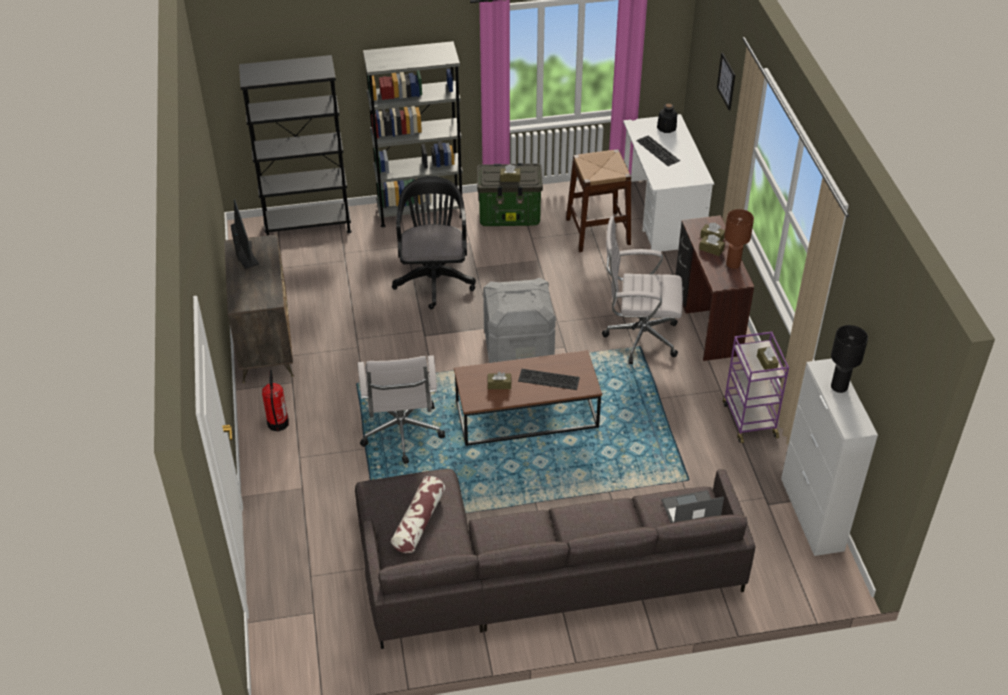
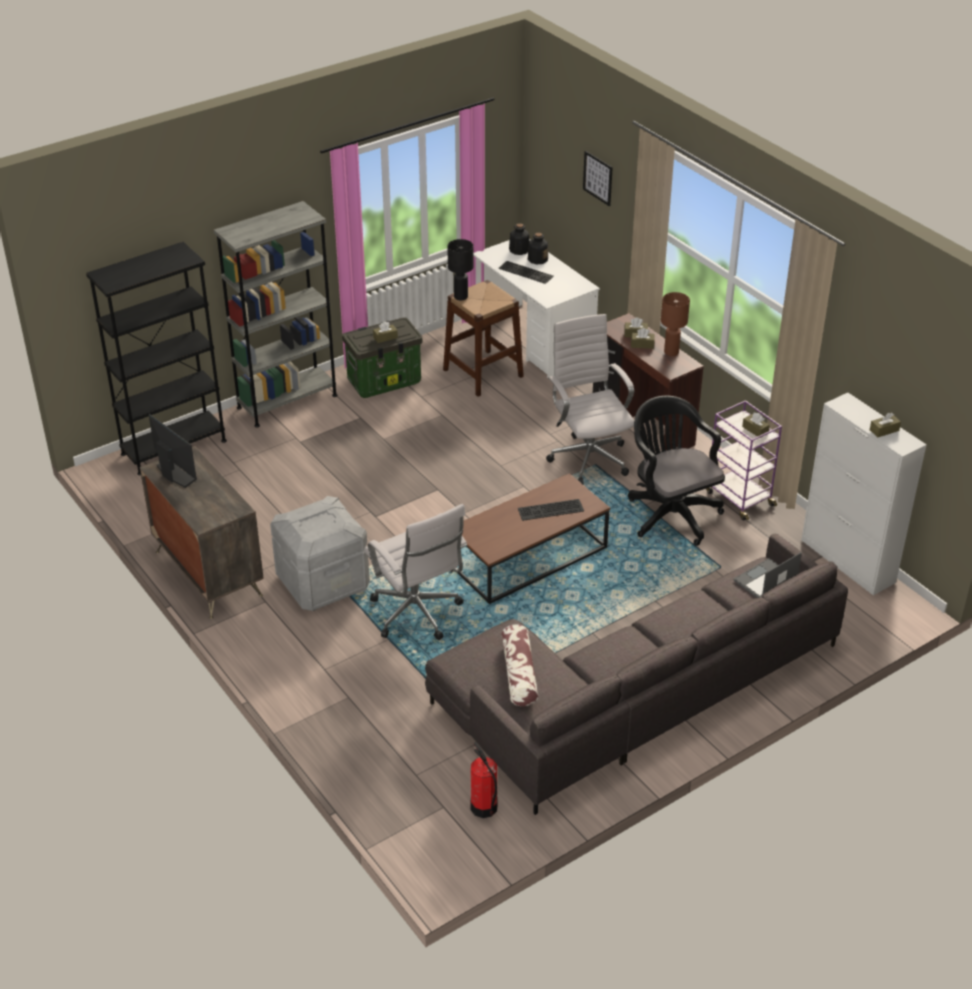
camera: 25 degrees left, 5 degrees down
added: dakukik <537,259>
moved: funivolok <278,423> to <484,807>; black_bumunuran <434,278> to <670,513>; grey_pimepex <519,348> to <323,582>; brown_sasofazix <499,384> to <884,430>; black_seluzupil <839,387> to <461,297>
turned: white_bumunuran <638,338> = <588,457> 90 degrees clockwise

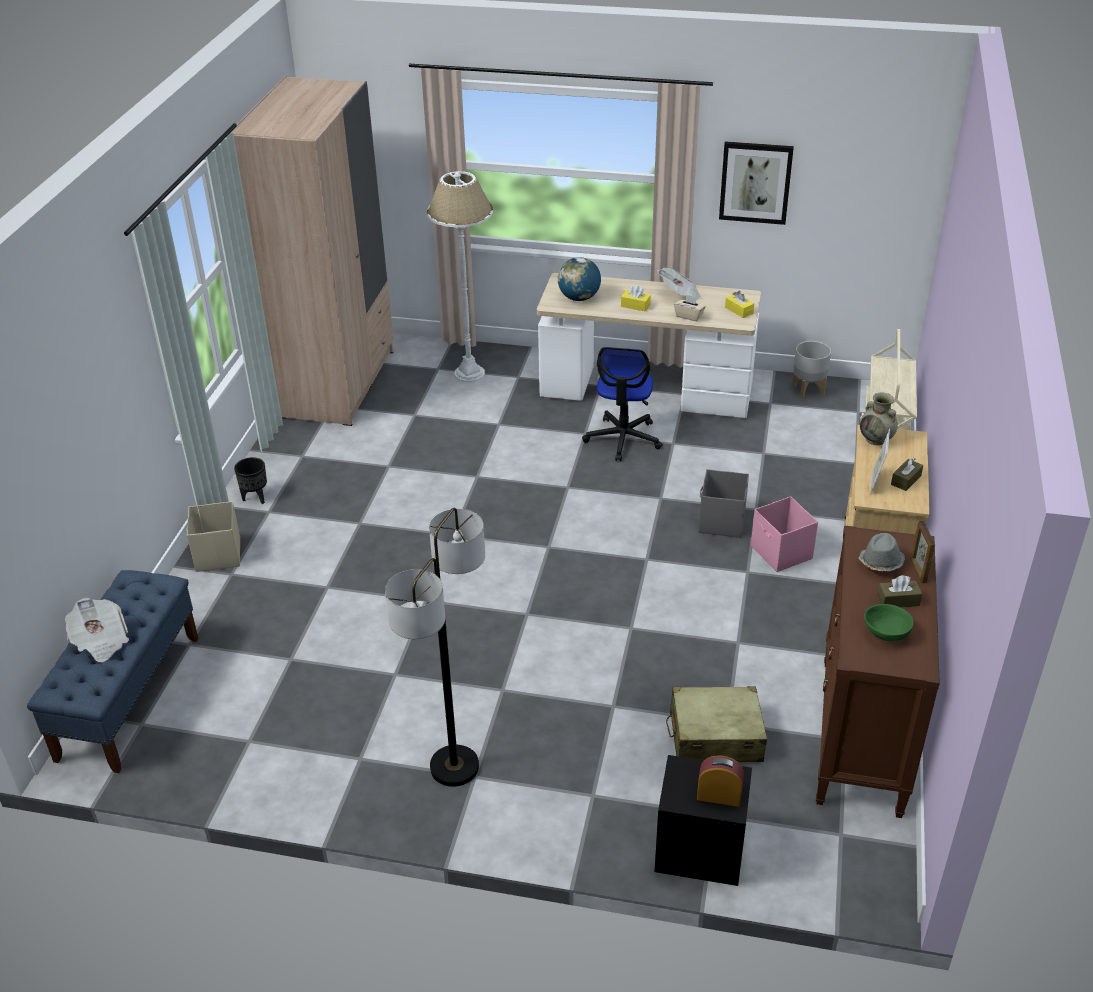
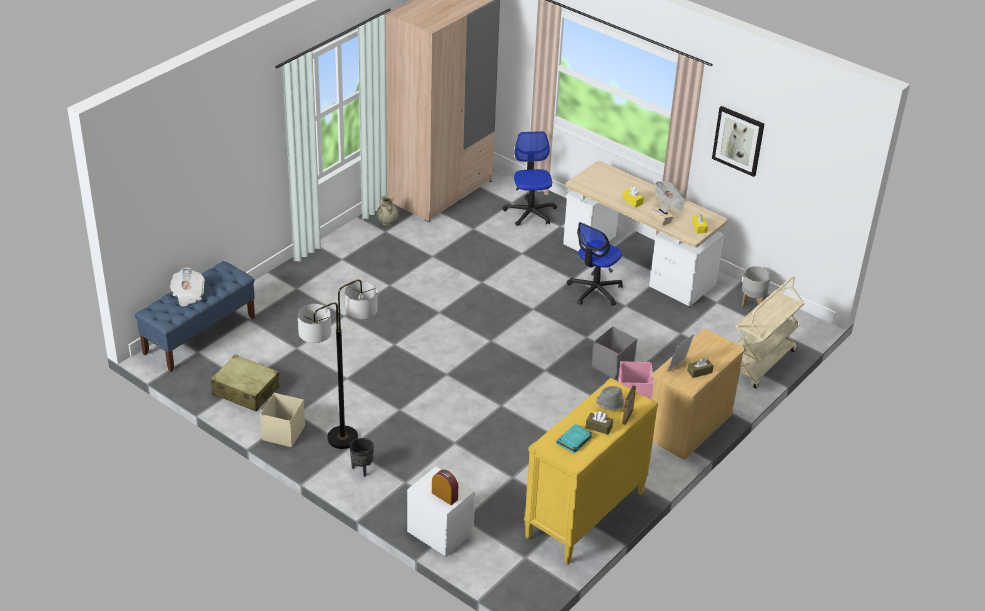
camera: 25 degrees right, 0 degrees up
removed: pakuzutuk <579,298>
moved: beige_pimepex <218,555> to <283,433>; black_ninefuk <255,498> to <362,469>; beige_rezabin <715,736> to <245,391>; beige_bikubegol <876,439> to <387,222>
replaced: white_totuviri <470,373> to bumunuran <530,213>; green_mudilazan <886,633> to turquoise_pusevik <574,441>
recoloured: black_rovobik <700,849> to white_rovobik <441,531>; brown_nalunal <861,736> to yellow_nalunal <585,516>

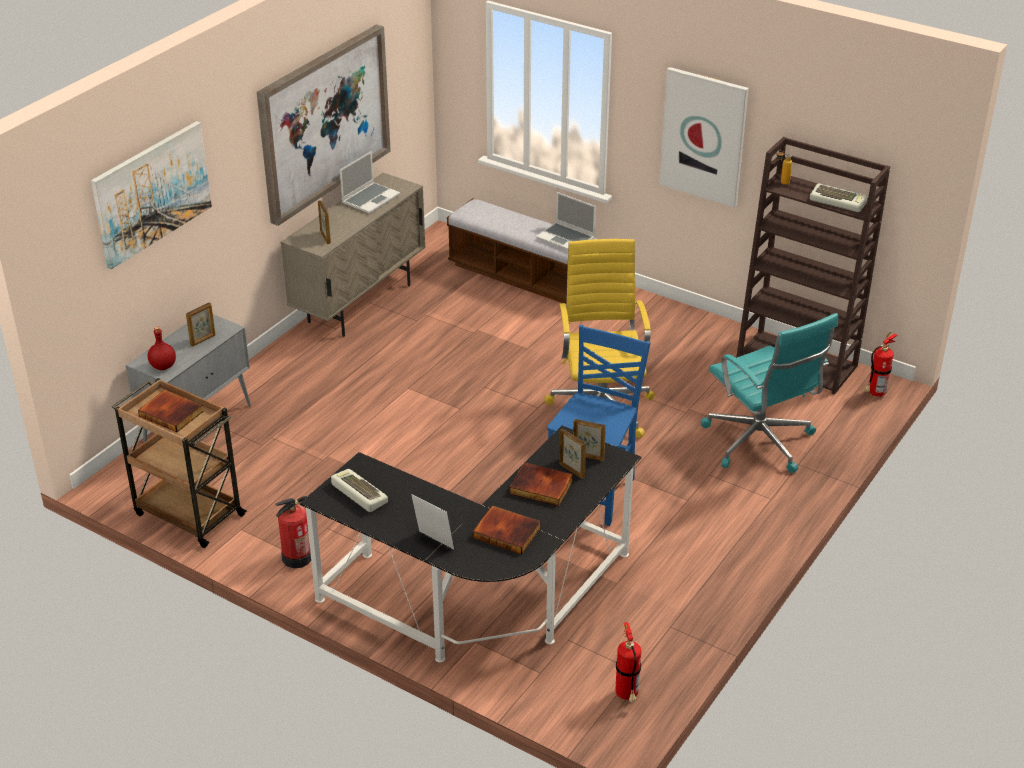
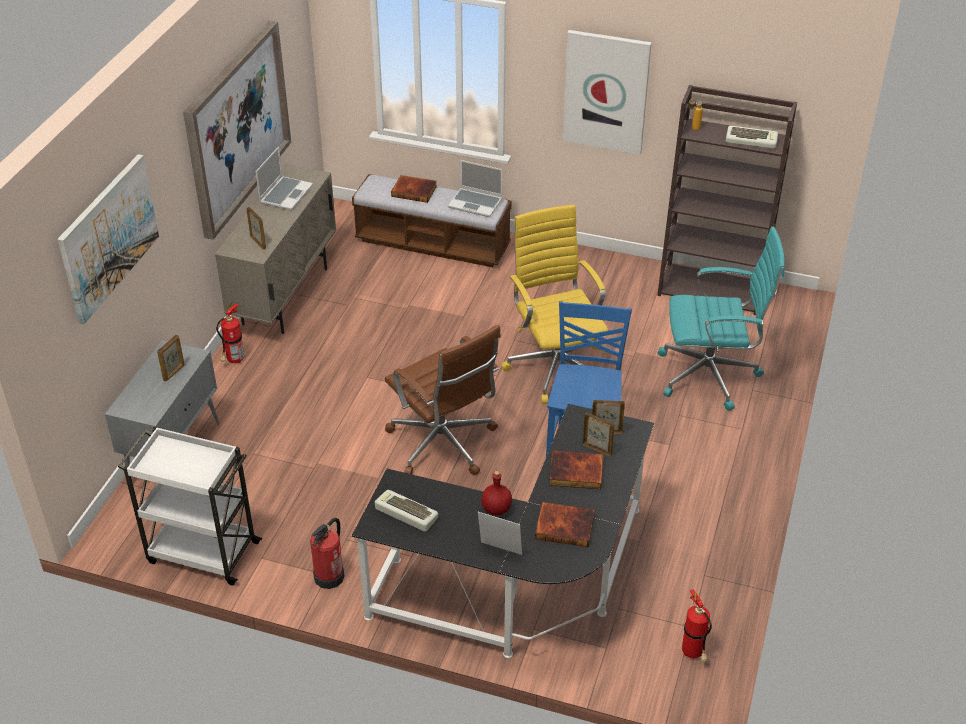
camera: 15 degrees left, 5 degrees up
added: brown_bumunuran <443,445>
moved: pusevik <172,413> to <414,190>; red_dakukik <162,366> to <496,509>; funivolok <875,394> to <234,361>
recoloured: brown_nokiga <187,514> to white_nokiga <201,552>
turned: turquoise_bumunuran <760,443> = <711,375> 45 degrees counterclockwise

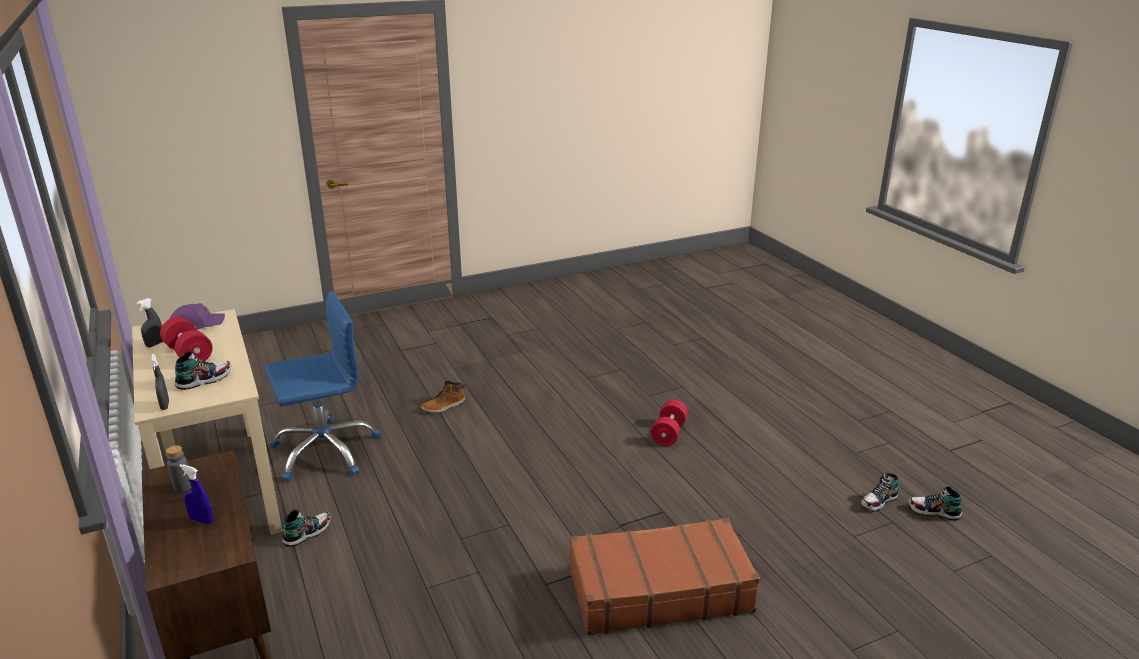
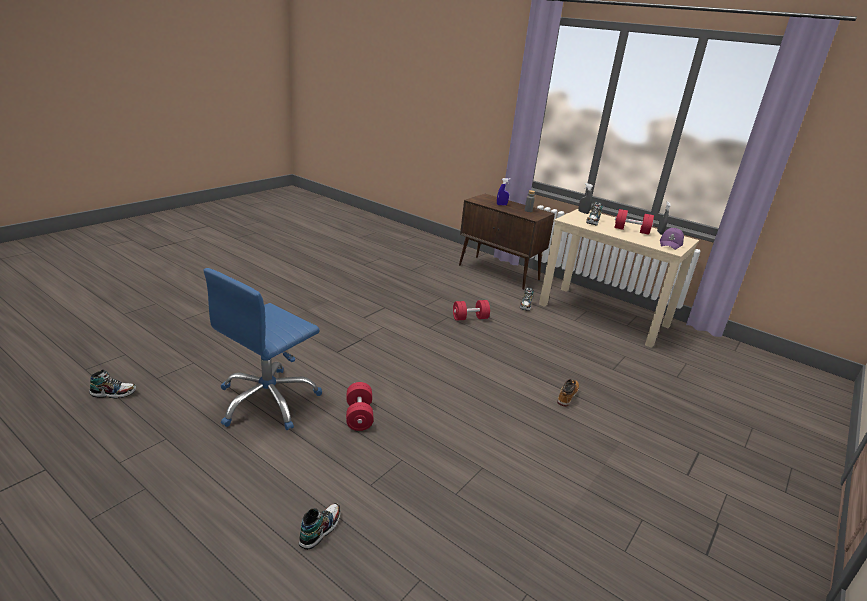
camera: 150 degrees right, 0 degrees up
removed: brown_rezabin <659,590>
added: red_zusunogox <470,318>
moved: blue_bumunuran <325,450> to <268,401>; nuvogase <878,502> to <320,530>

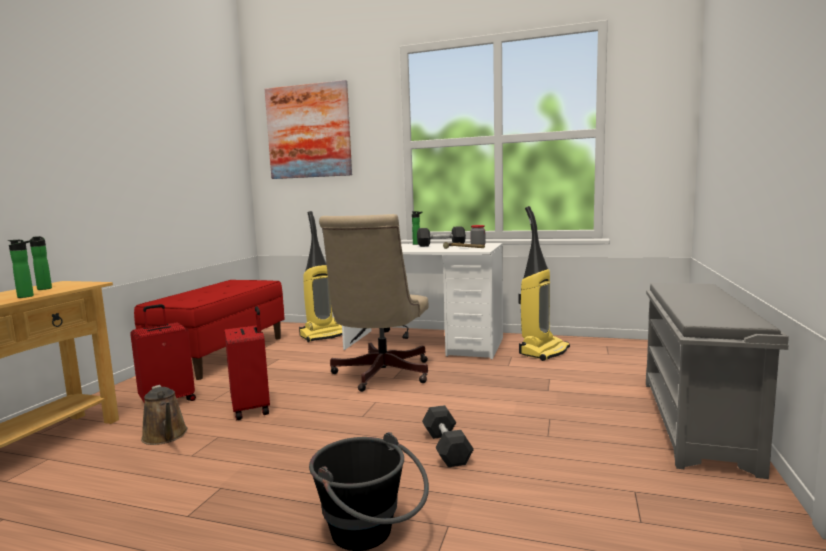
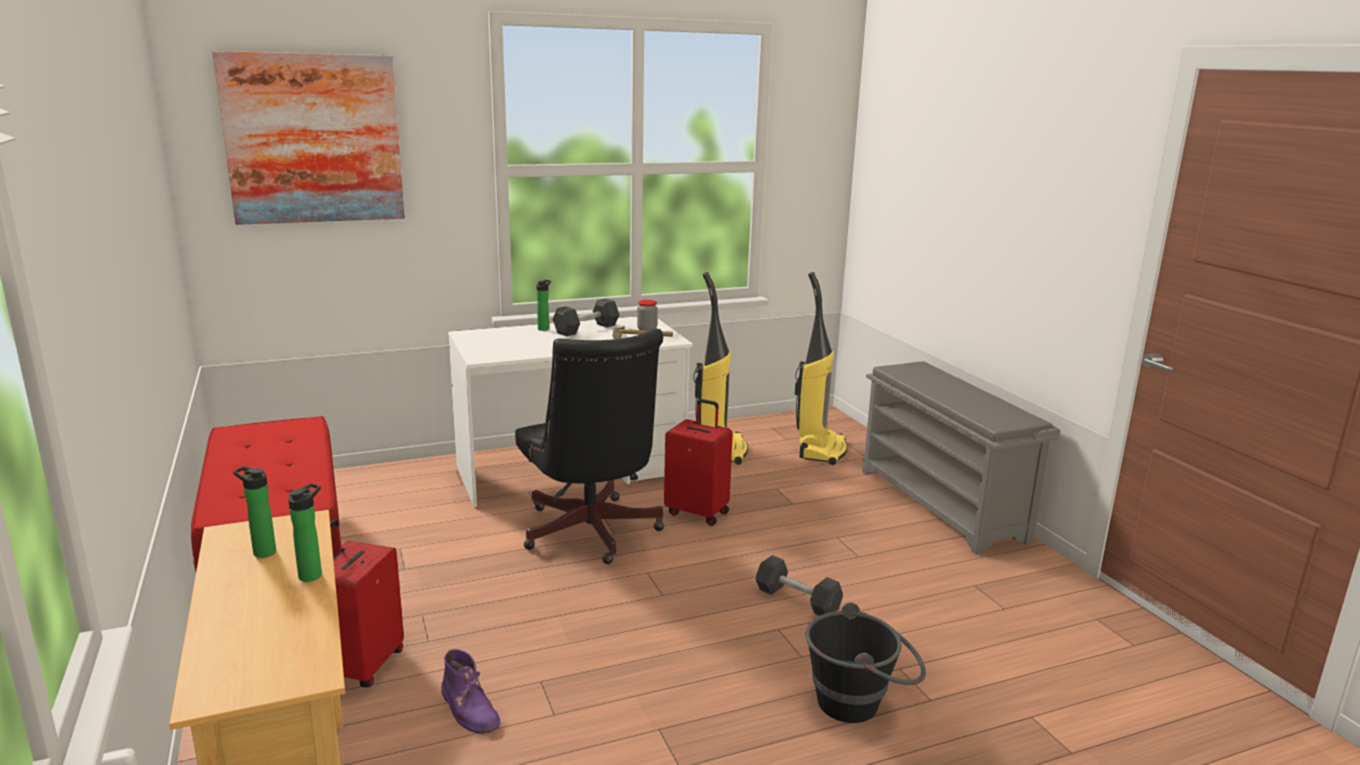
camera: 40 degrees left, 10 degrees up
moved: red_rezabin <252,408> to <698,512>; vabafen <324,335> to <820,450>
replaced: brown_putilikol <166,436> to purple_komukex <469,709>
recoloured: beige_bumunuran <379,375> to black_bumunuran <591,535>

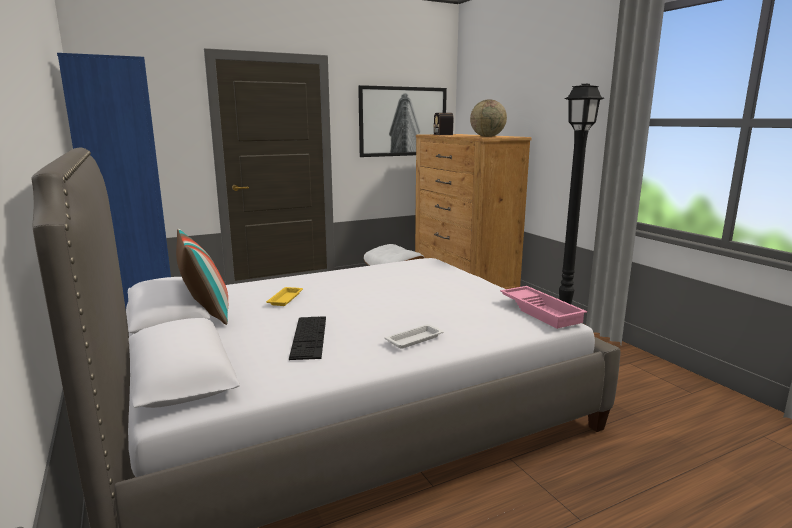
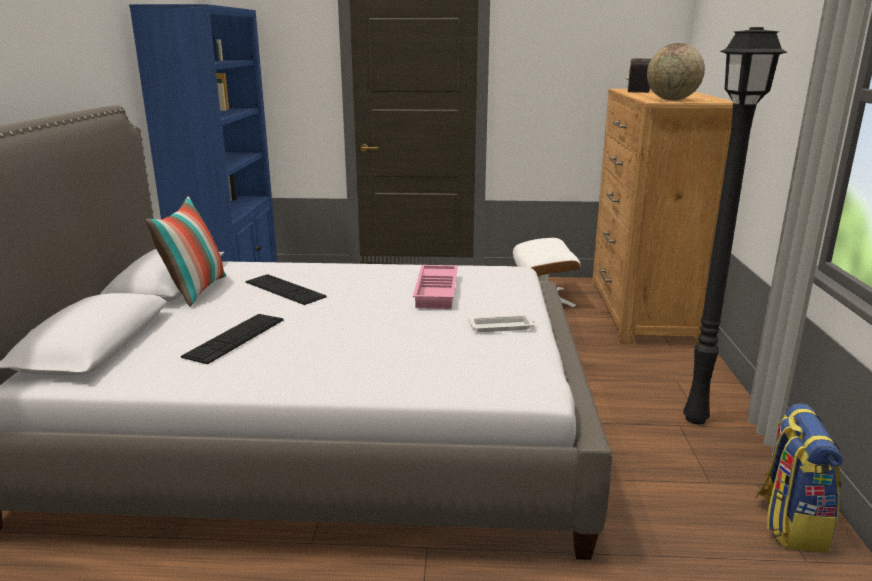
camera: 30 degrees right, 5 degrees up
removed: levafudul <403,121>
added: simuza <789,523>
moved: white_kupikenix <415,339> to <502,327>; pink_kupikenix <541,311> to <437,292>
replaced: yellow_kupikenix <286,299> to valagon <284,289>

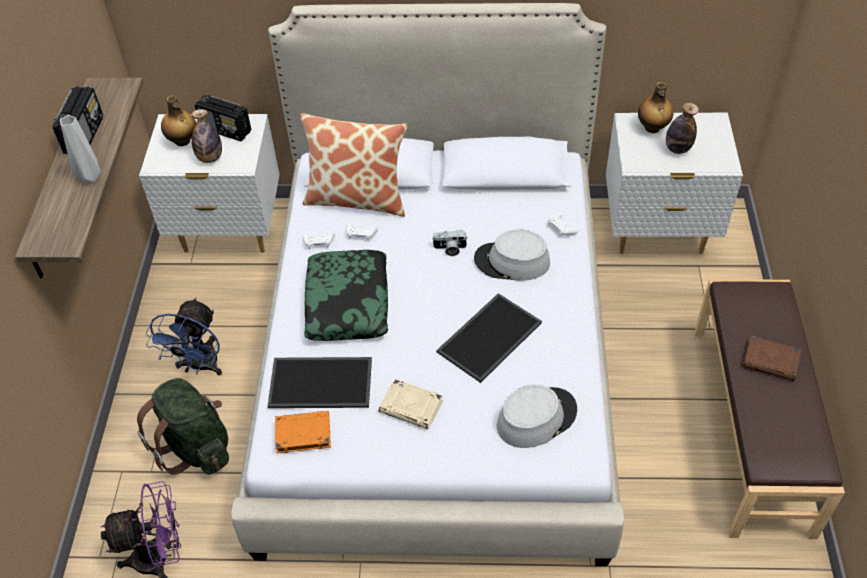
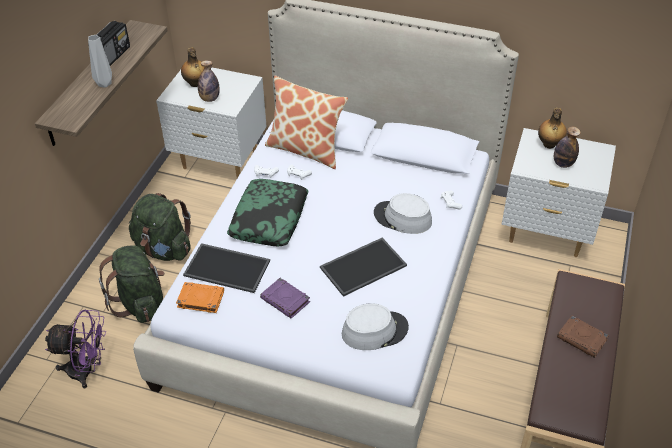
camera: 15 degrees right, 5 degrees down
removed: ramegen <226,130>; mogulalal <449,249>
replaced: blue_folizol <200,367> to green_simuza <164,249>
recoloured: beige_pusevik <412,407> to purple_pusevik <286,300>

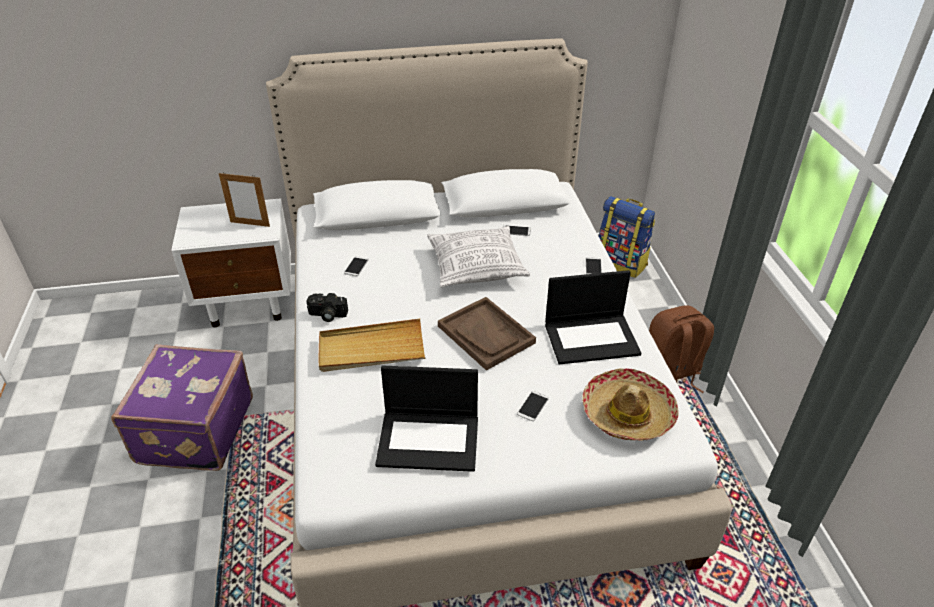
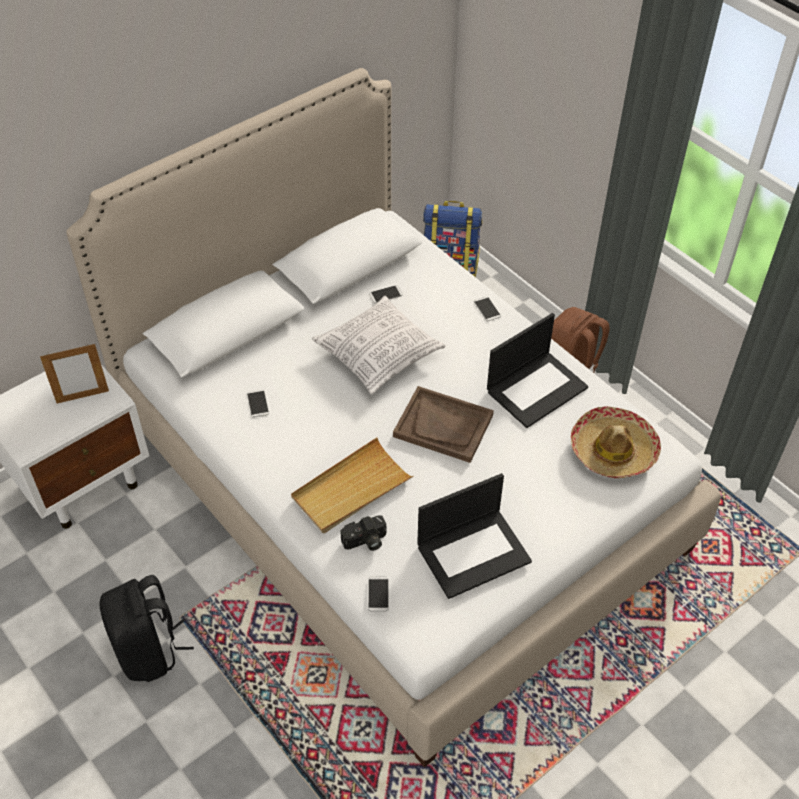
camera: 30 degrees left, 10 degrees up
moved: mogulalal <327,315> to <365,542>; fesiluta <533,406> to <378,594>
replaced: purple_rezabin <193,431> to black_simuza <149,651>

